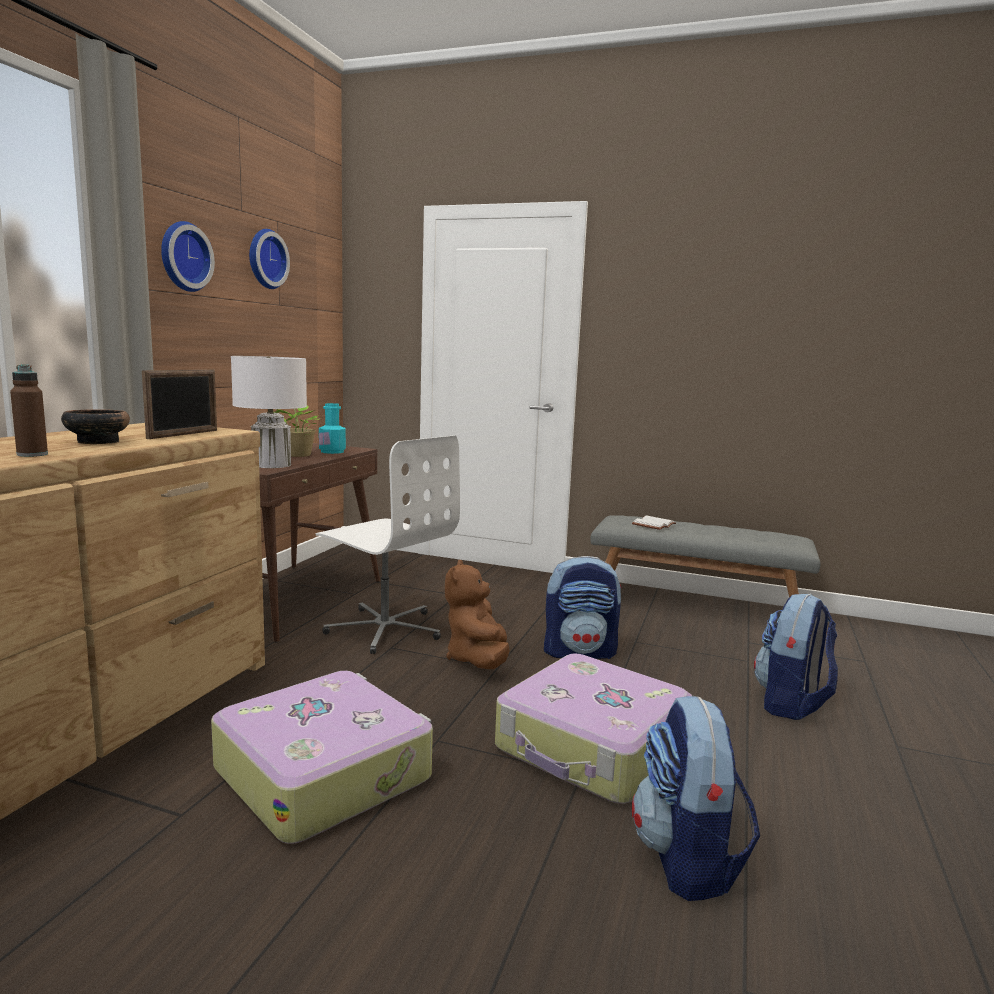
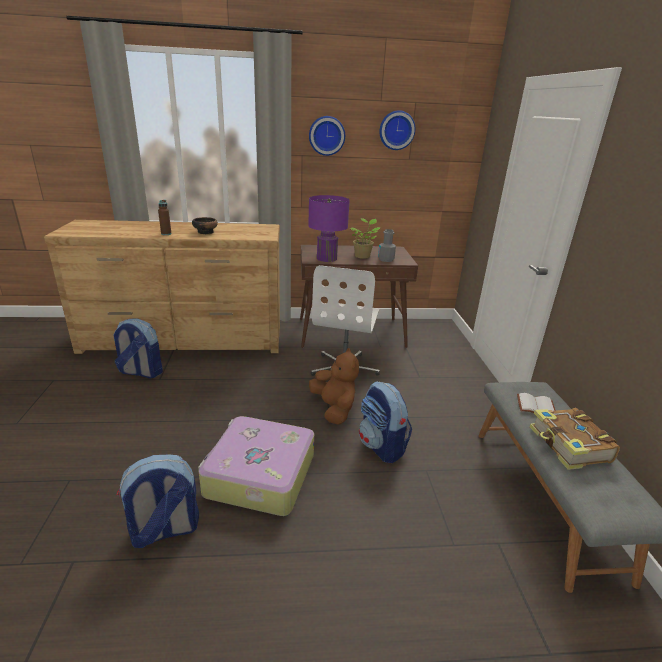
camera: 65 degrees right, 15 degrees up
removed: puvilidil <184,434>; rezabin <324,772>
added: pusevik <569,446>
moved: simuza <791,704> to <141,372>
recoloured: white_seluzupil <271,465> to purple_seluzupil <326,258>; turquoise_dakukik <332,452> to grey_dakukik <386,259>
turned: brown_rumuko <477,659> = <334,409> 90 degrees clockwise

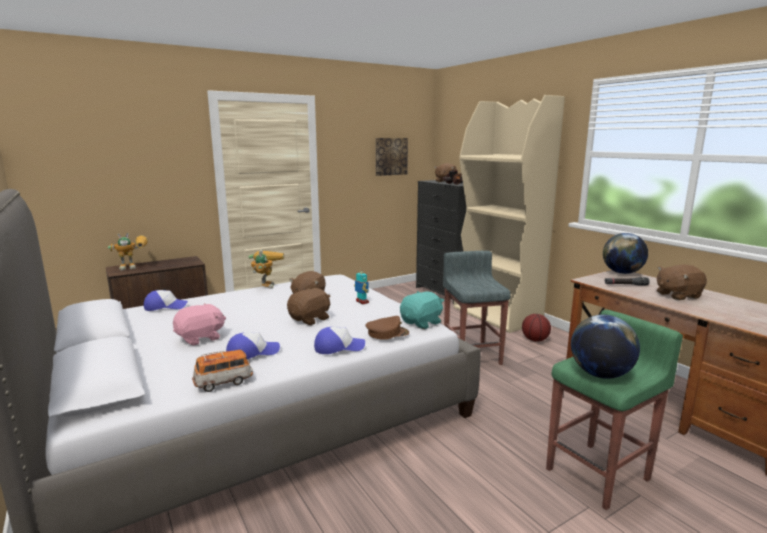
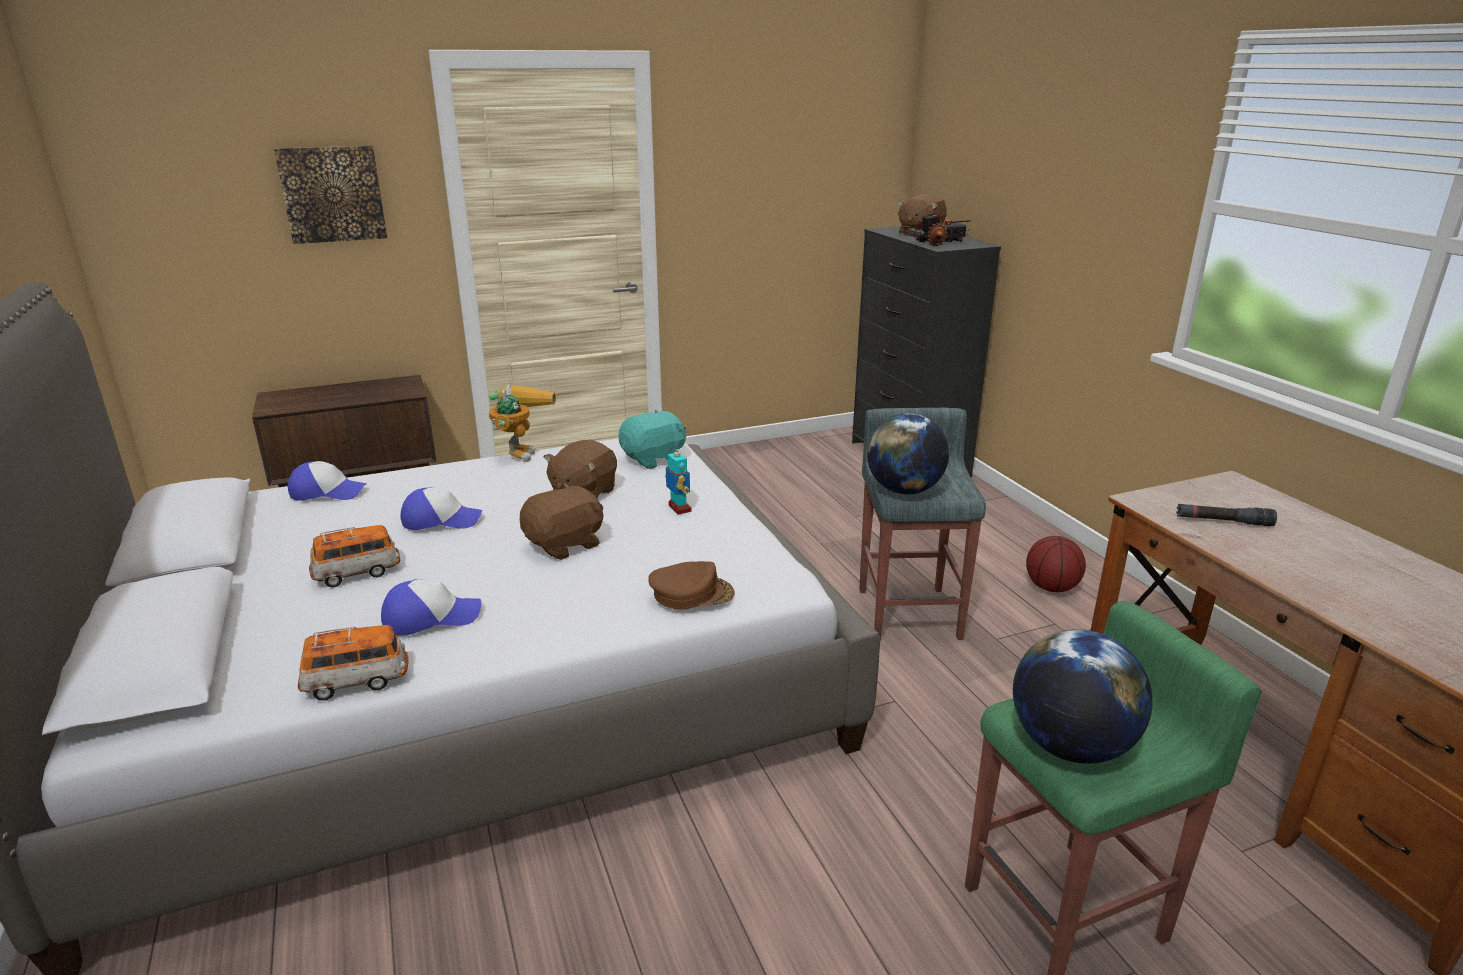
camera: 10 degrees right, 10 degrees up
removed: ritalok <134,267>; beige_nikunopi <497,315>; brown_rumuko <677,295>
moved: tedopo <339,347> to <441,520>; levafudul <390,156> to <332,194>; turquoise_rumuko <422,323> to <654,459>; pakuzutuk <622,273> to <904,490>
replaced: pink_rumuko <200,338> to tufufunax <357,573>

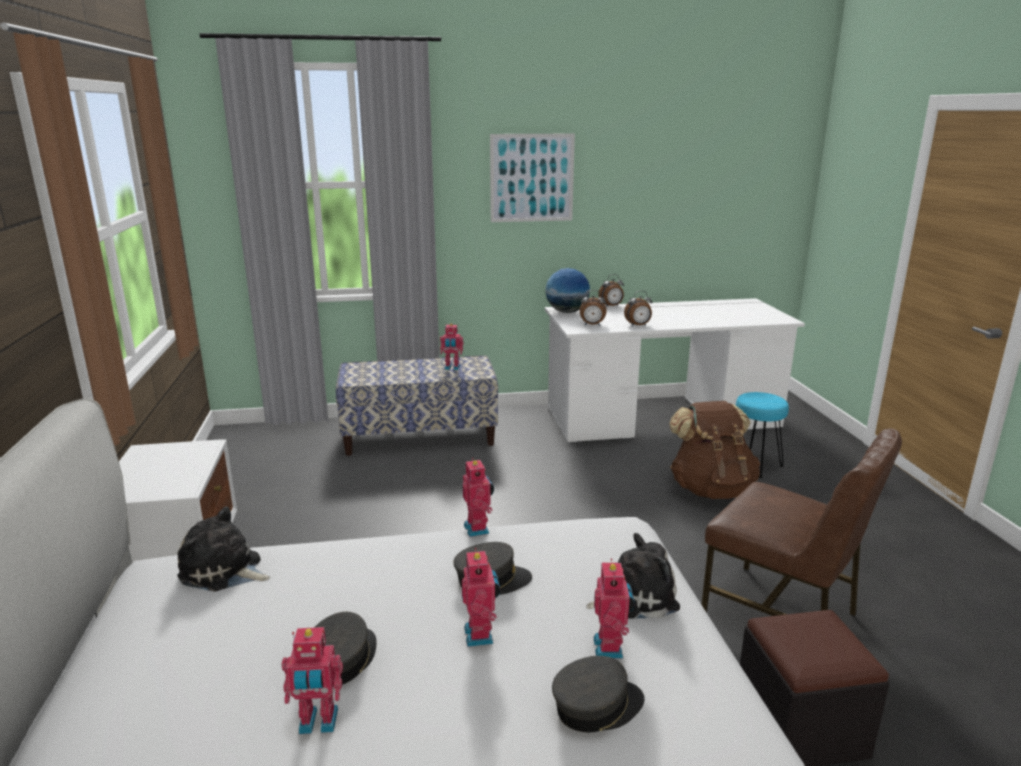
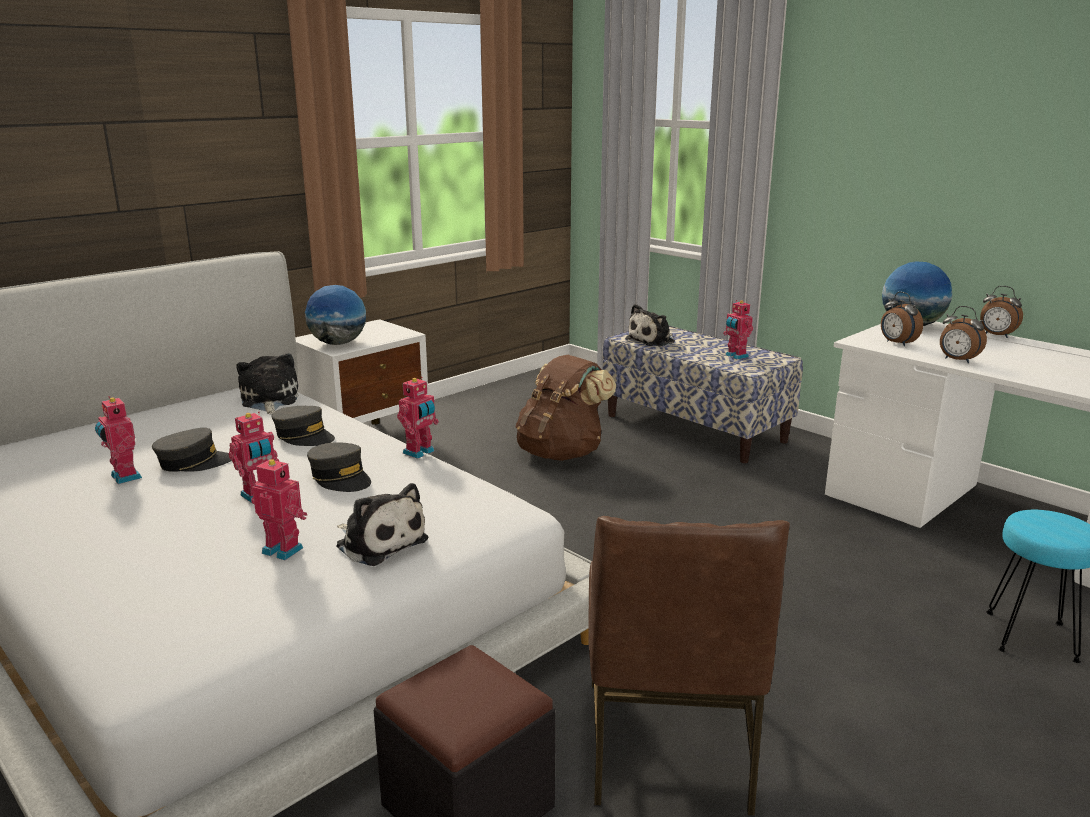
camera: 55 degrees right, 0 degrees up
removed: levafudul <532,178>
added: pakuzutuk <338,343>; rumuko <652,340>
moved: grey_tedopo <597,706> to <304,436>; brown_simuza <711,489> to <561,453>
turned: ritalok <611,647> = <284,549> 120 degrees counterclockwise

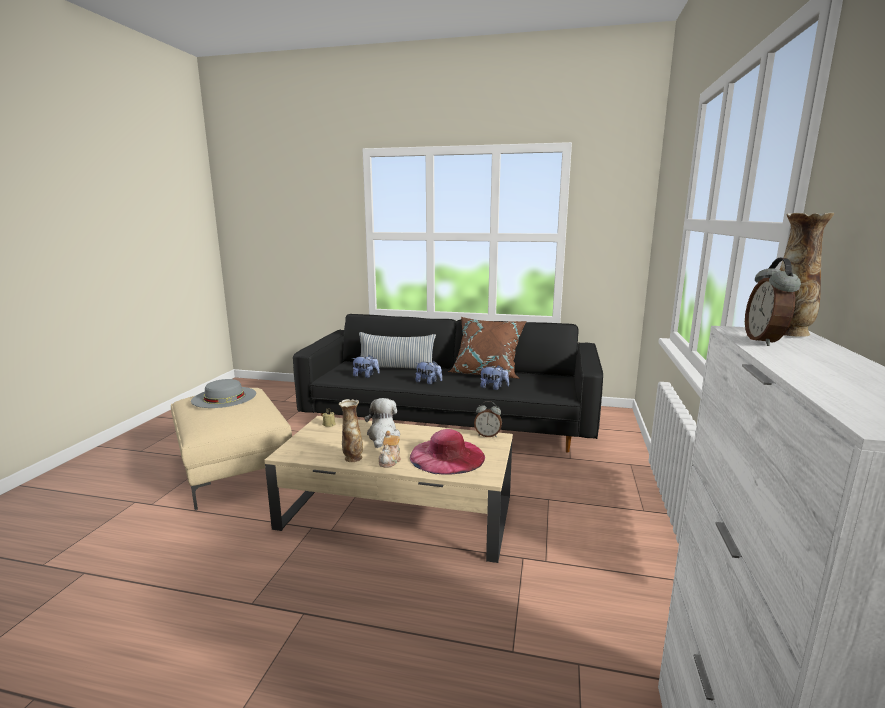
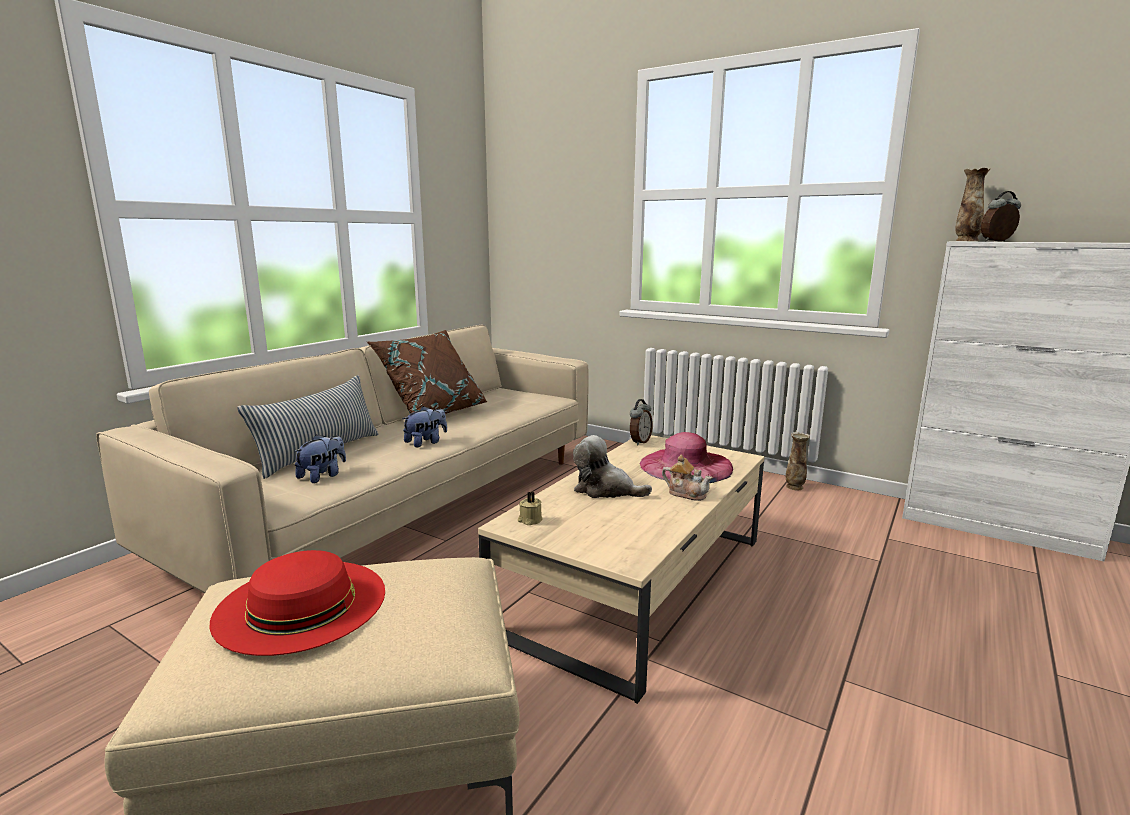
camera: 70 degrees left, 0 degrees up
removed: rumuko <493,388>
moved: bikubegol <352,458> to <794,487>
recoloured: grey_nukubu <224,397> to red_nukubu <302,604>; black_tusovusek <450,421> to beige_tusovusek <405,504>
turned: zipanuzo <765,341> = <997,241> 135 degrees clockwise

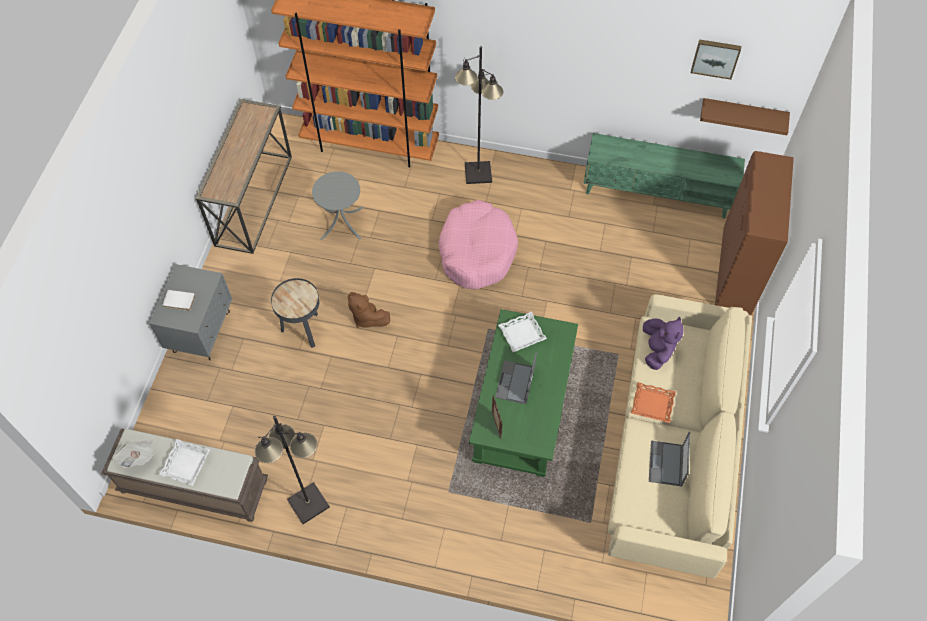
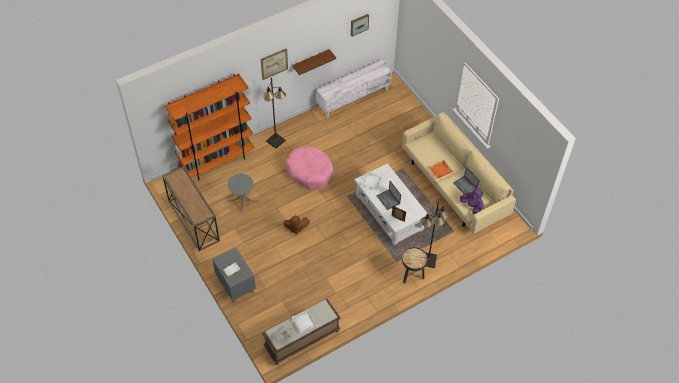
camera: 45 degrees left, 5 degrees down
removed: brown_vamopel <736,273>
added: levafudul <274,63>
moved: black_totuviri <307,503> to <428,260>; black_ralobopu <303,329> to <412,275>; purple_rumuko <657,350> to <472,206>; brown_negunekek <743,114> to <311,61>
recoloured: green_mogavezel <521,406> to white_mogavezel <389,213>; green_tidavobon <657,193> to white_tidavobon <353,98>

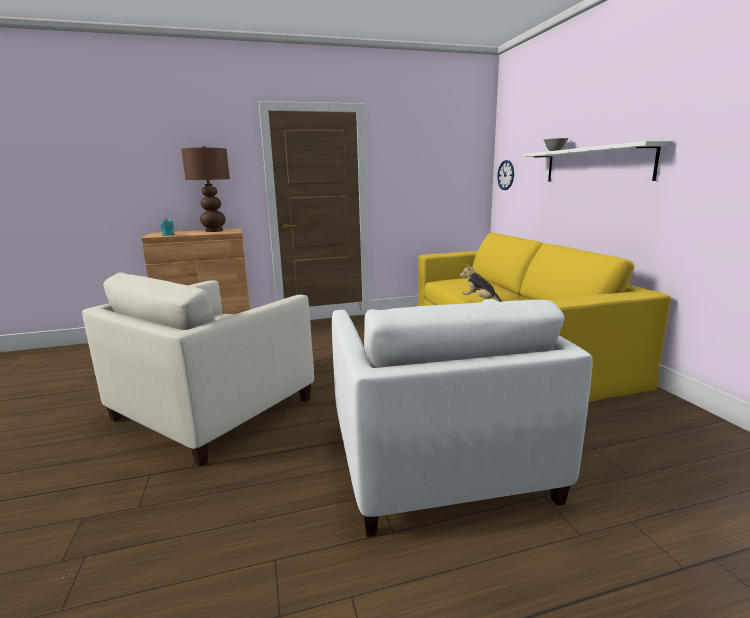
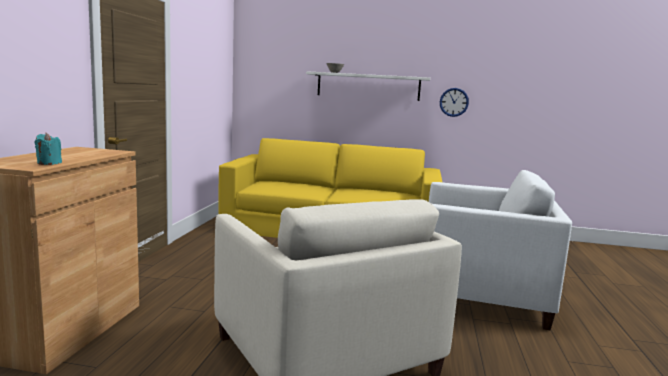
camera: 65 degrees left, 5 degrees down
removed: brown_seluzupil <214,231>; rumuko <480,301>
moved: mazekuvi <506,175> to <454,102>

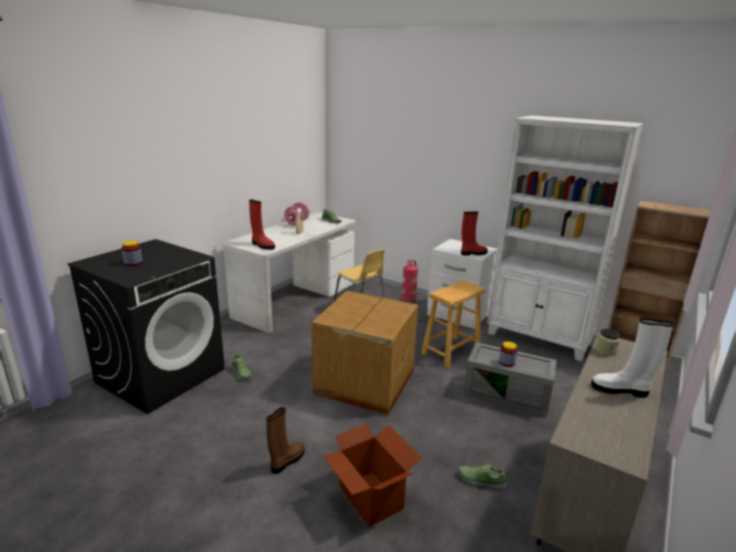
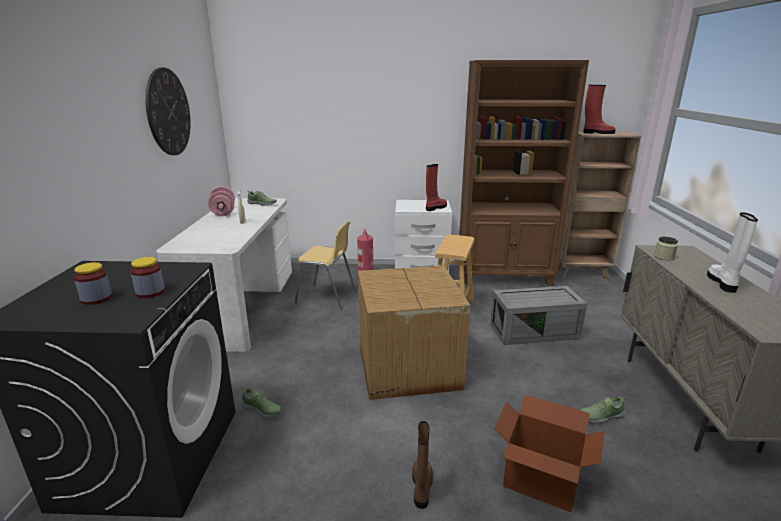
camera: 30 degrees left, 0 degrees up
added: mazekuvi <168,112>
moved: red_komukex <262,245> to <597,133>; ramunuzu <506,362> to <150,292>
recoloured: white_nikunopi <539,338> to brown_nikunopi <504,276>
turned: white_komukex <621,390> = <722,283> 120 degrees clockwise

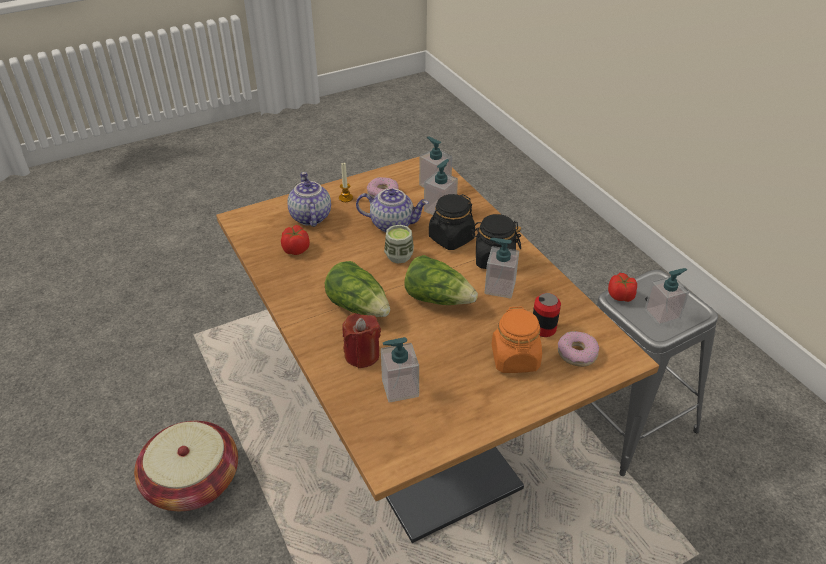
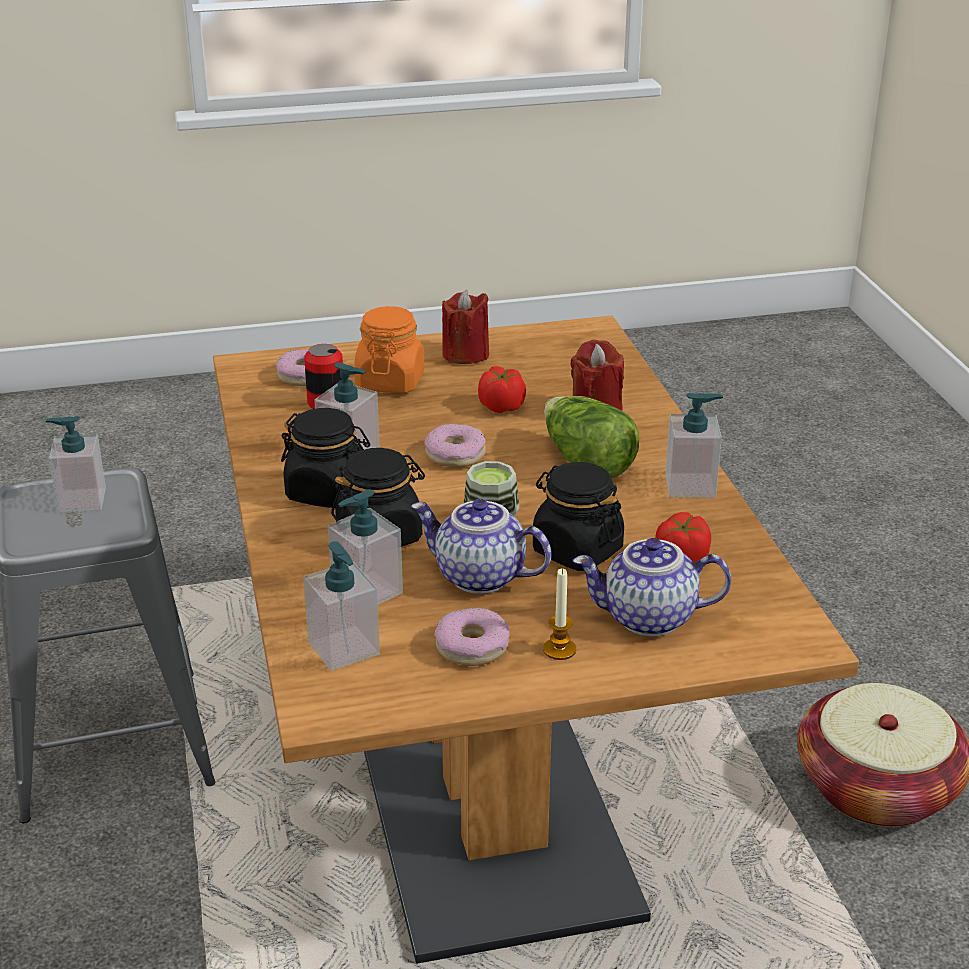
camera: 165 degrees left, 10 degrees down
added: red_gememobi <465,355>; black_ramunuzu <576,550>
moved: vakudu <400,388> to <690,485>; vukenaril <620,296> to <501,406>
replaced: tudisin <438,298> to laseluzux <455,455>
turned: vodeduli <309,217> = <648,619> 90 degrees clockwise

